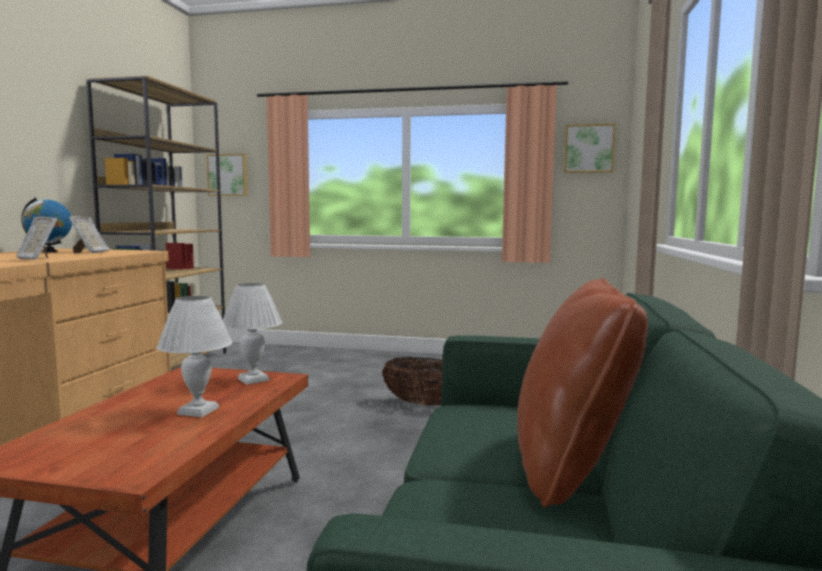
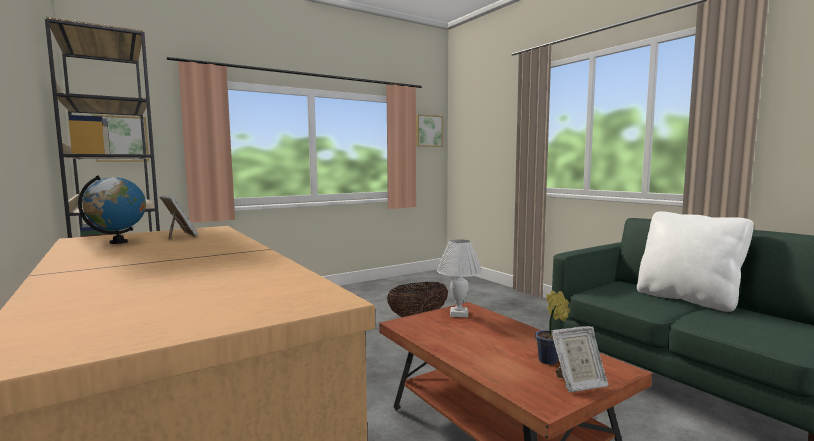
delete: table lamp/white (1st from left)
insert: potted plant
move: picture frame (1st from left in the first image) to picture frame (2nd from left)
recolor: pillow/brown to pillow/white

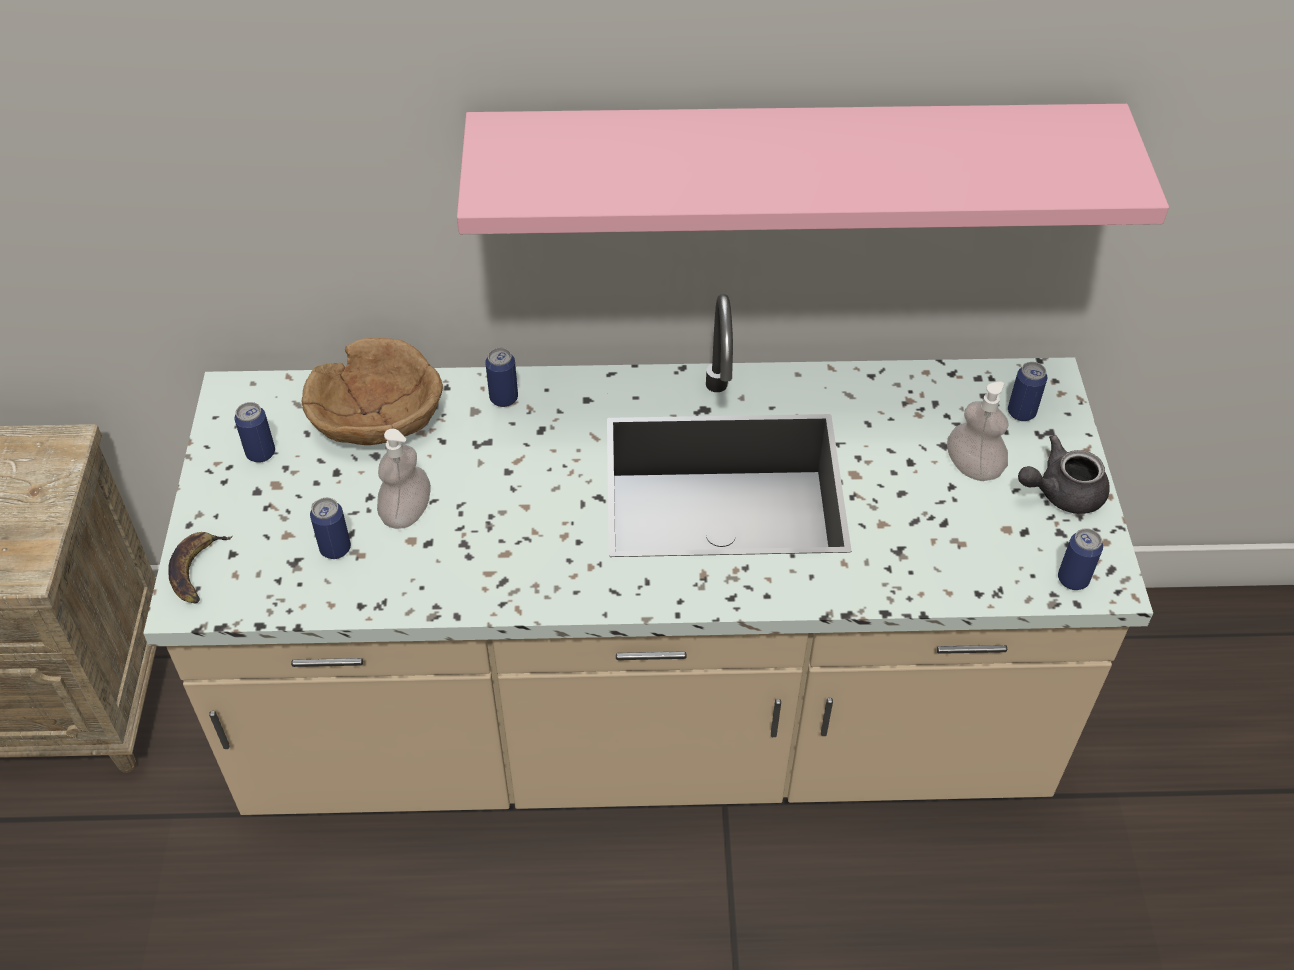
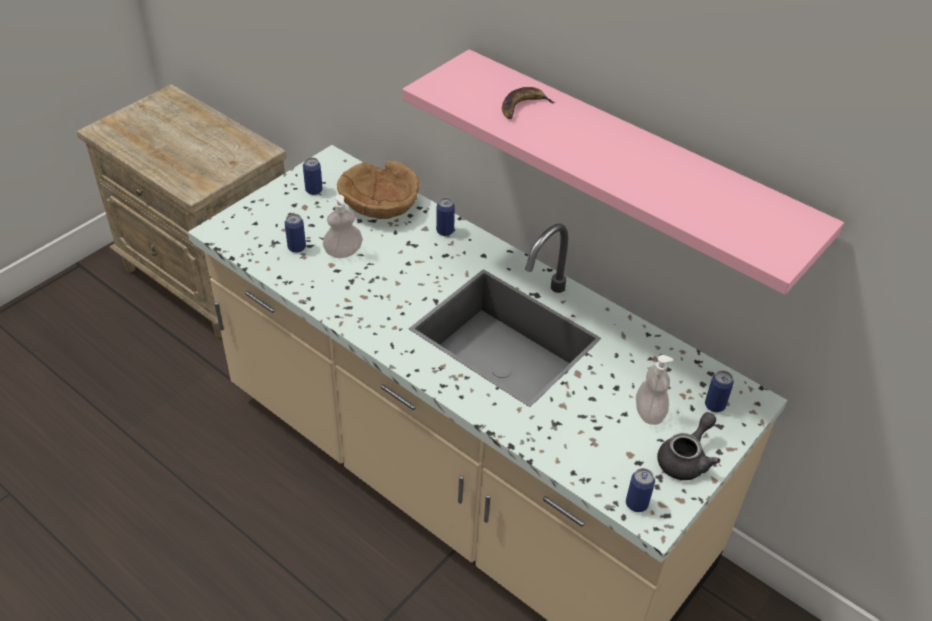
move: banana
rotate: teapot/grey 105 degrees clockwise

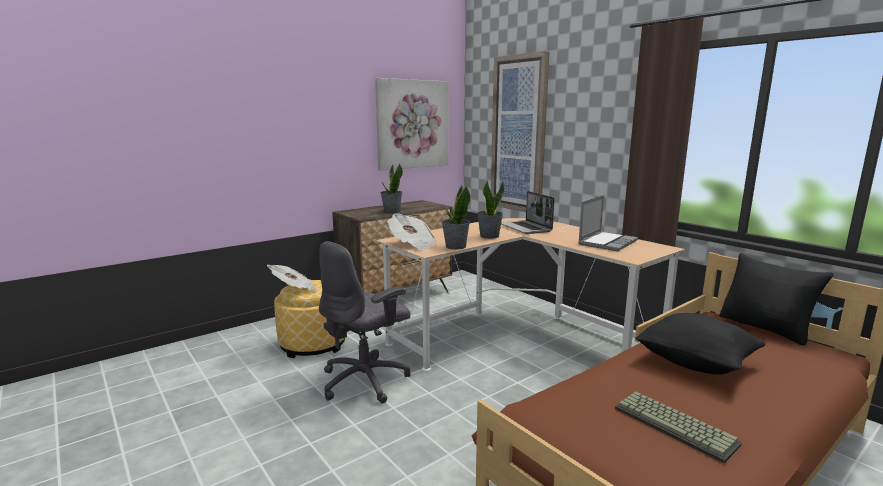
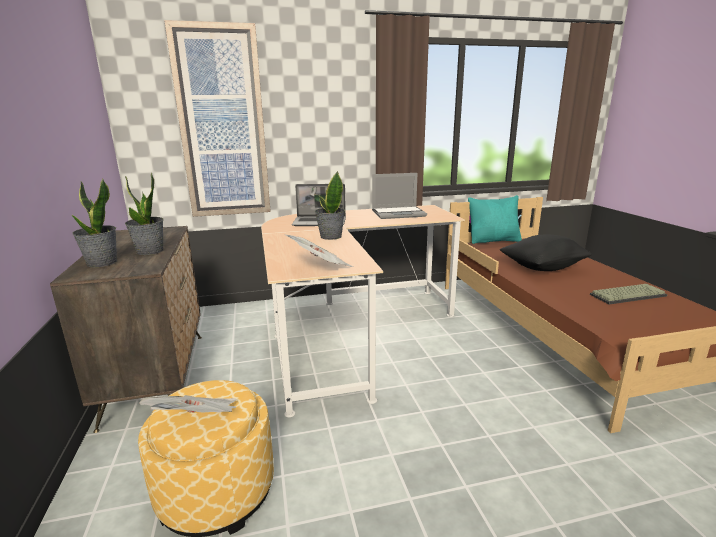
delete: office chair/grey; picture (1st from left)
move: potted plant (2nd from left in the first image) to potted plant (1st from left)
recolor: pillow/black (2nd from left) to pillow/turquoise
rotate: laptop (2nd from left) 105 degrees clockwise

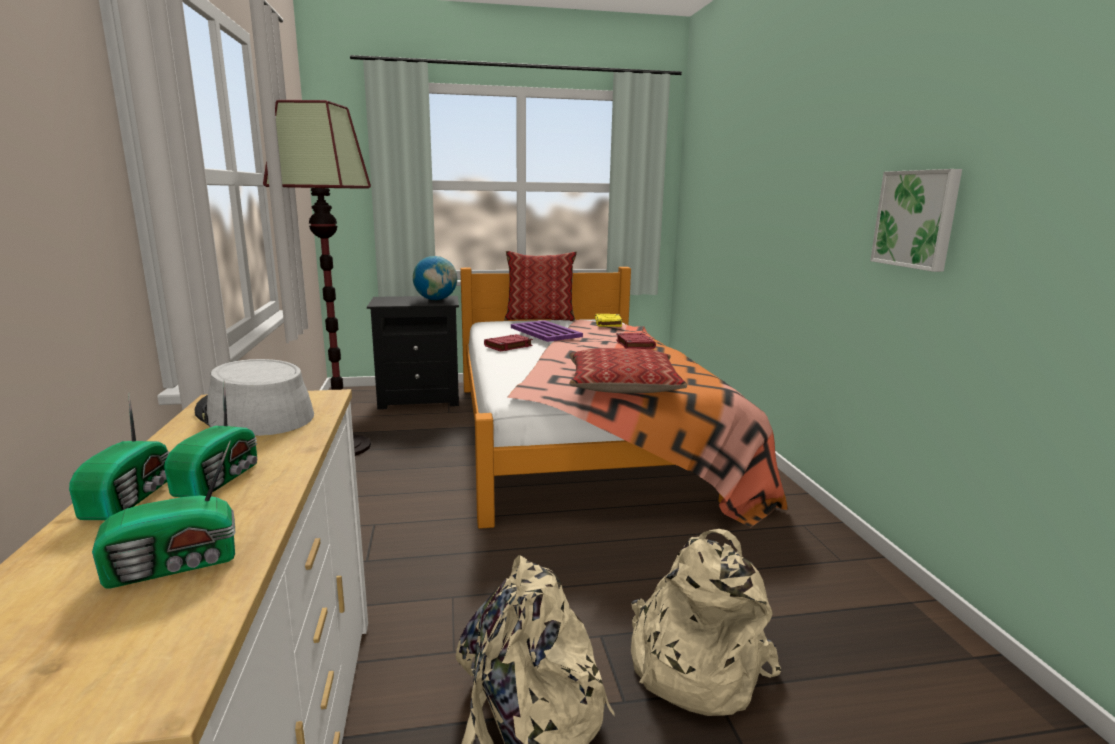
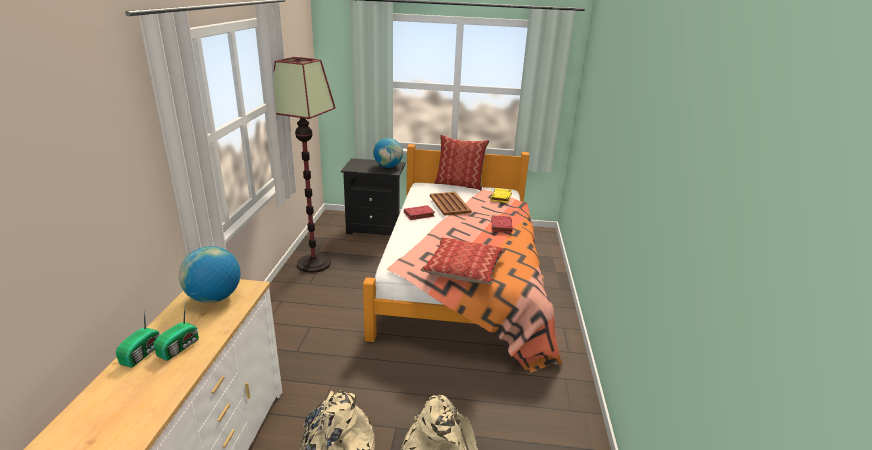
delete: radio (2nd from left); picture
replace: hat/grey to globe (1st from left)
recolor: tray/purple to tray/brown

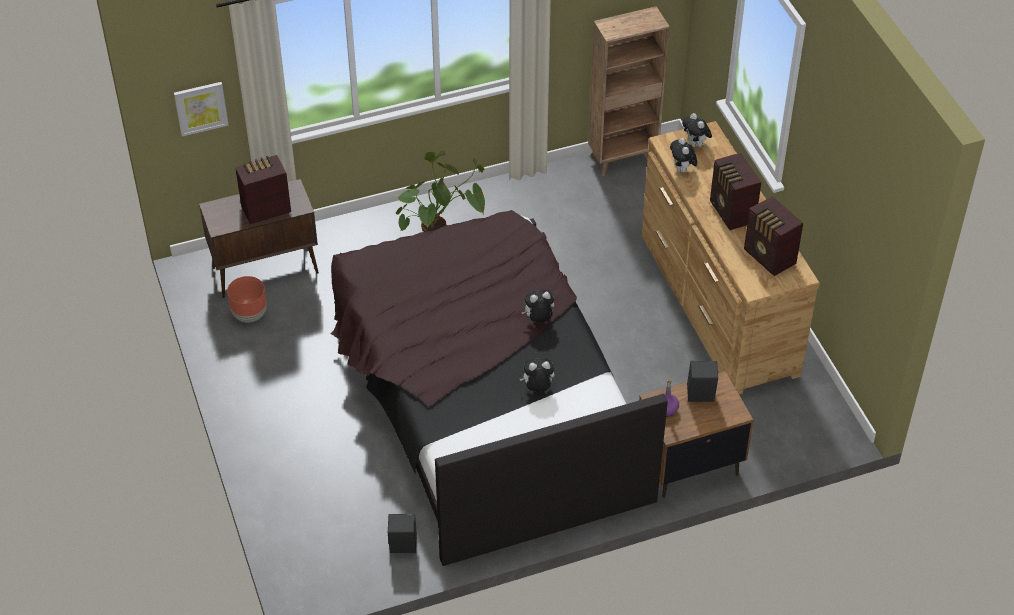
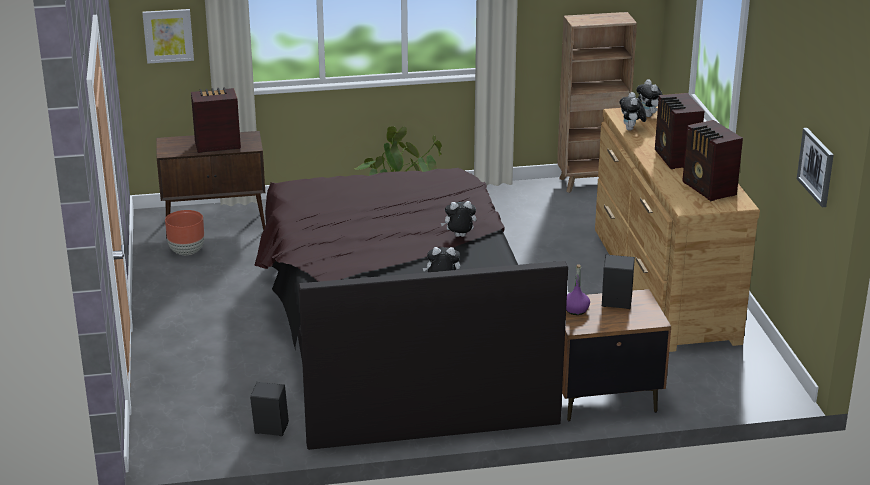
insert: picture (2nd from left)

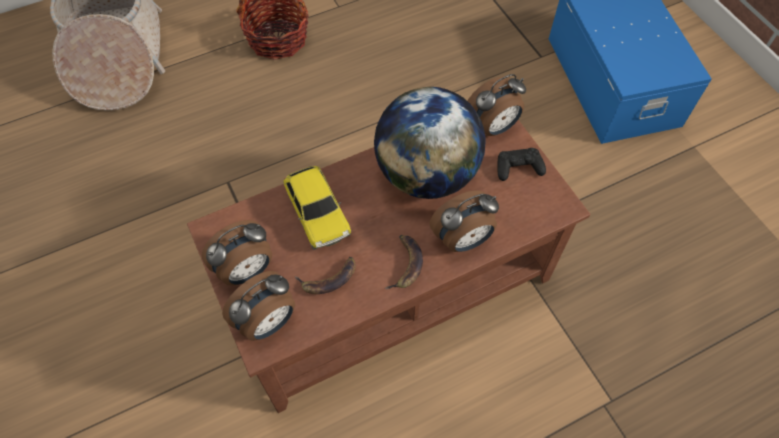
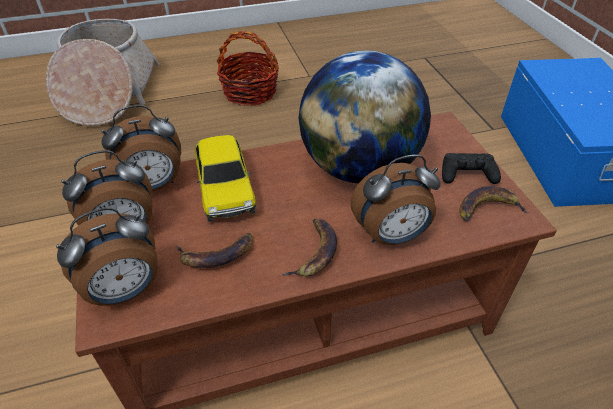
insert: banana (3rd from left)
move: alarm clock (4th from left in the first image) to alarm clock (3rd from left)

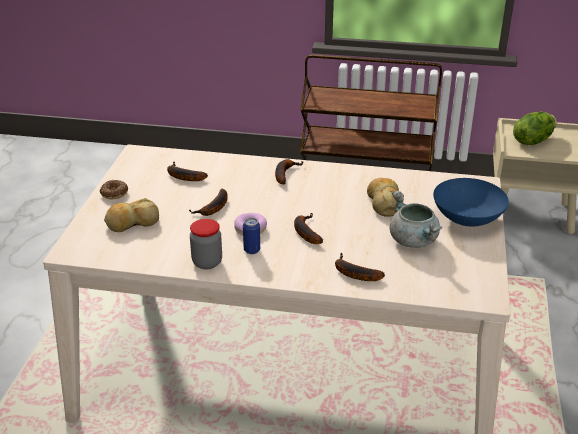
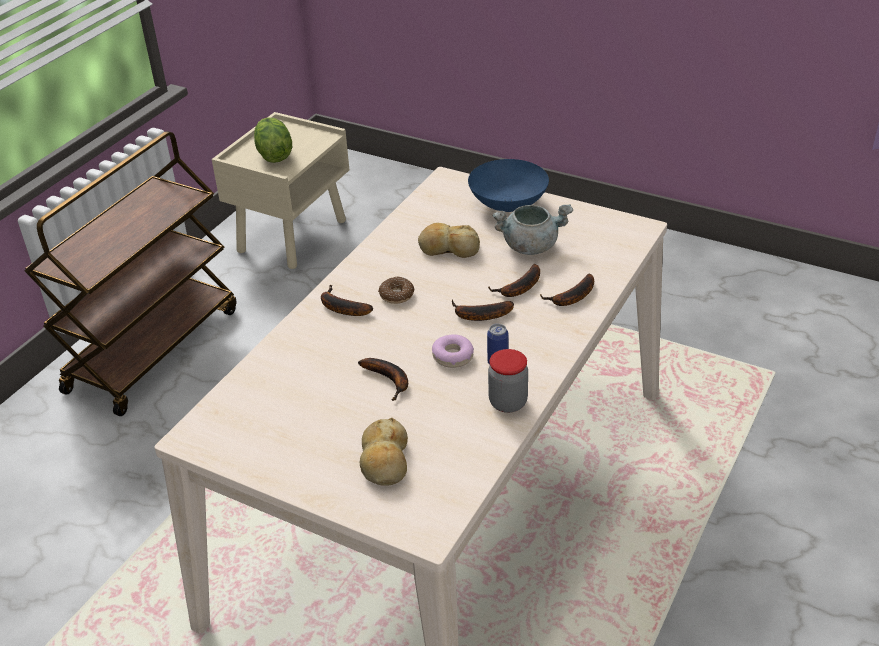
move: donut (1st from left); banana (1st from left in the first image) to banana (4th from left)

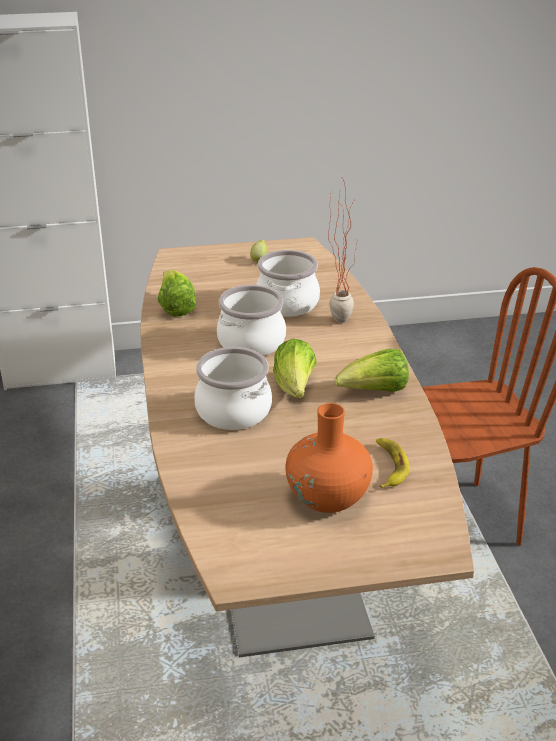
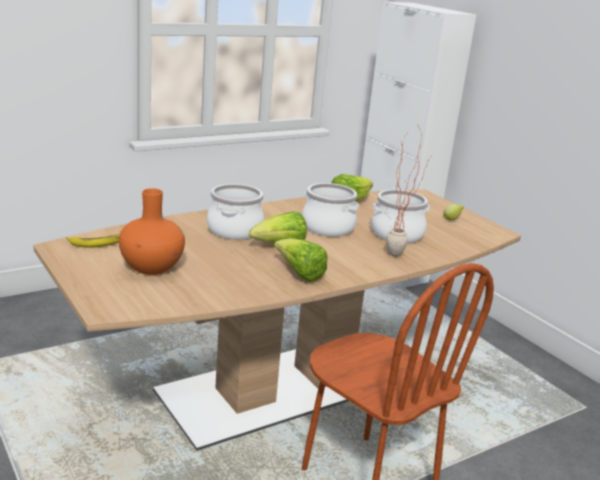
move: banana

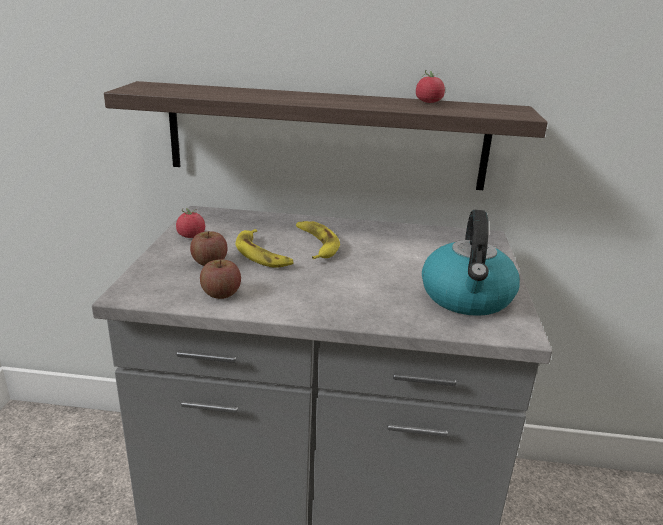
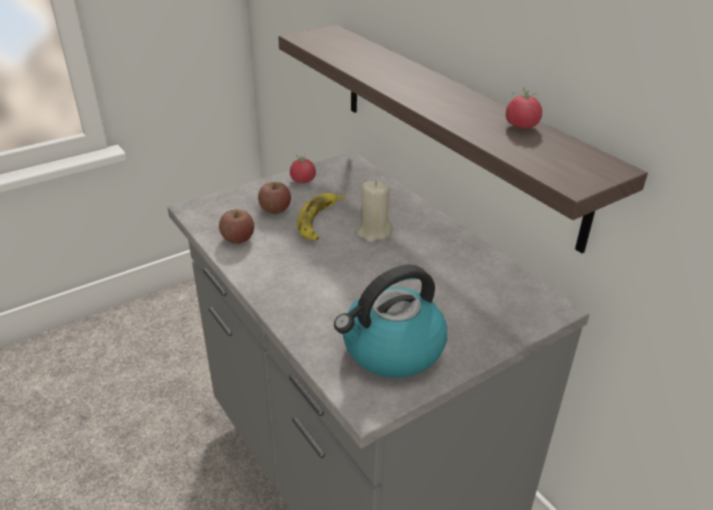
replace: banana (2nd from left) to candle/beige

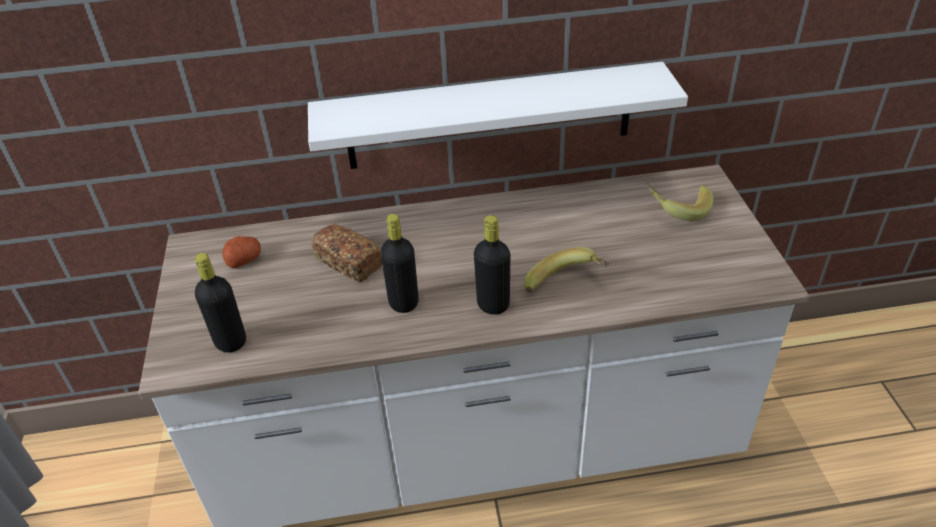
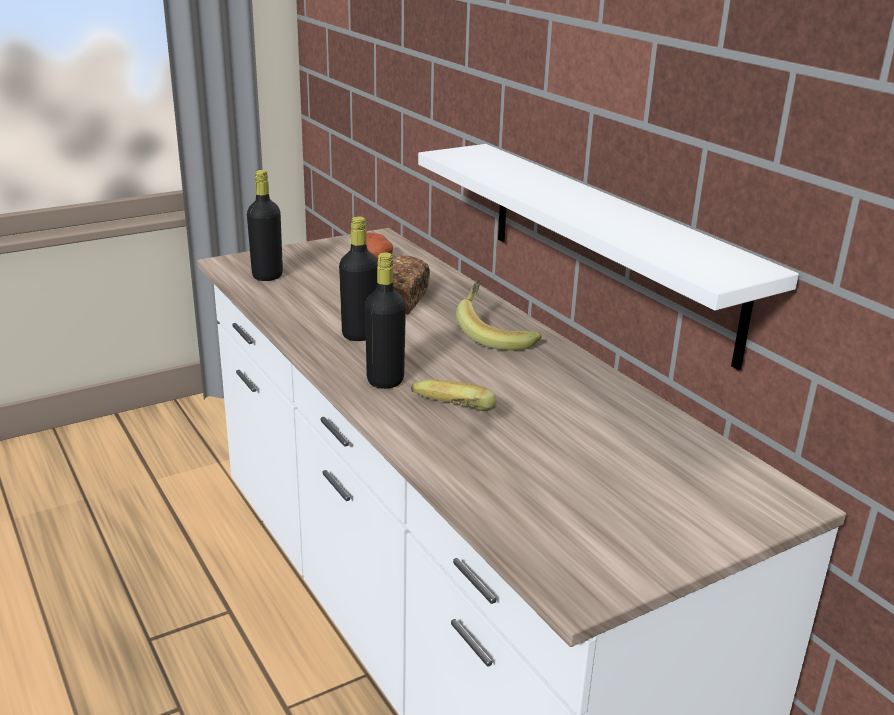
move: banana (2nd from left)

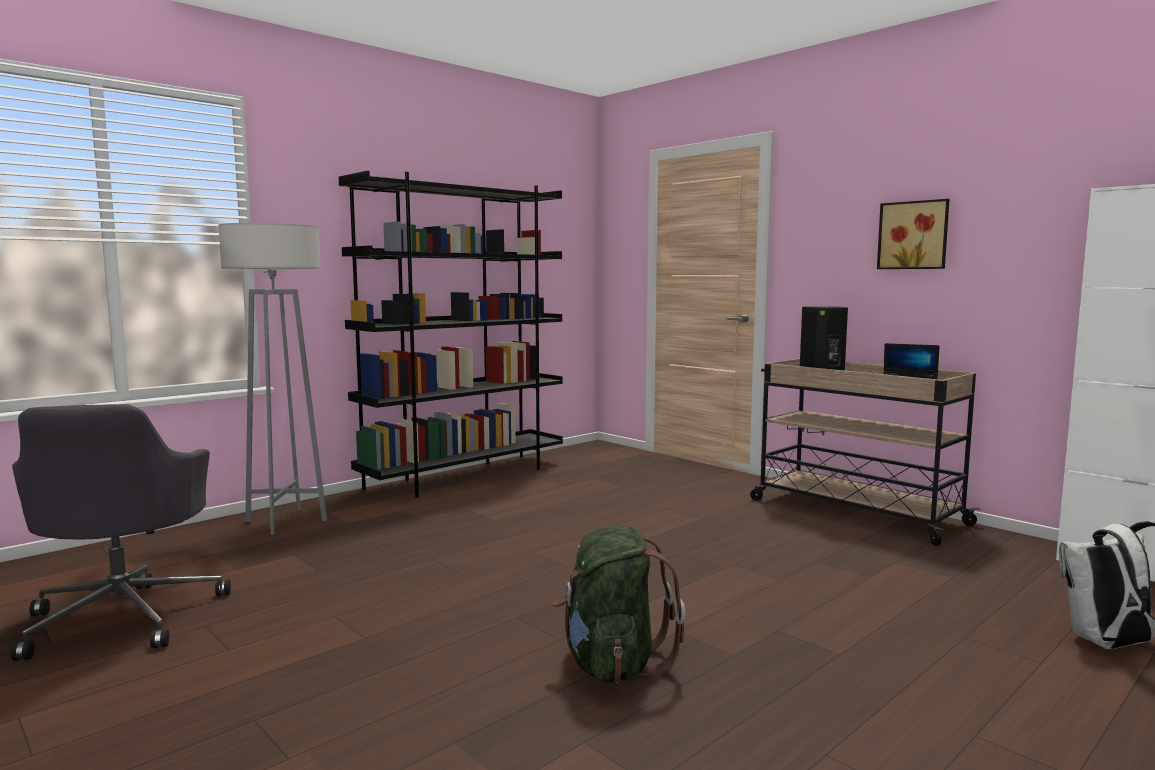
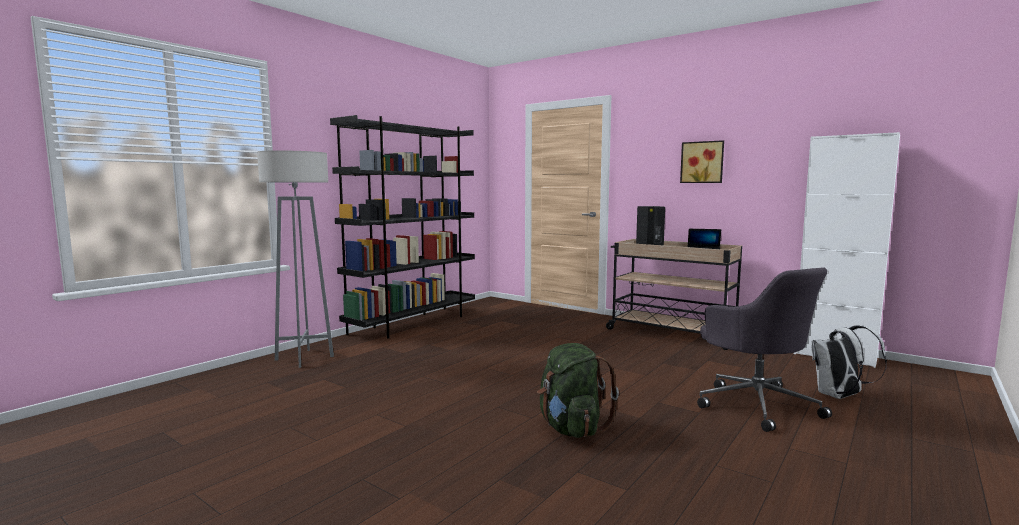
move: office chair/grey

